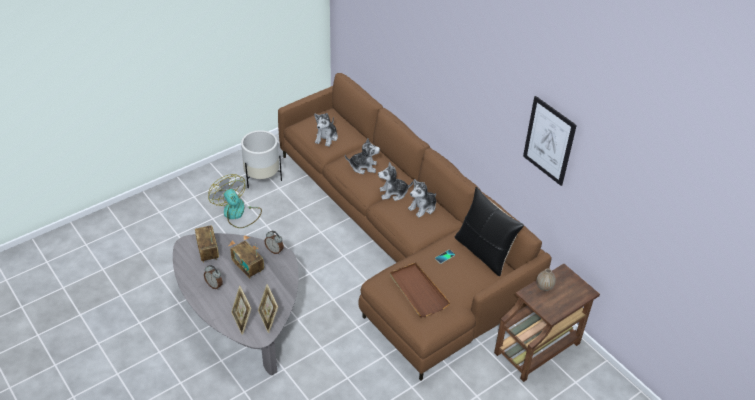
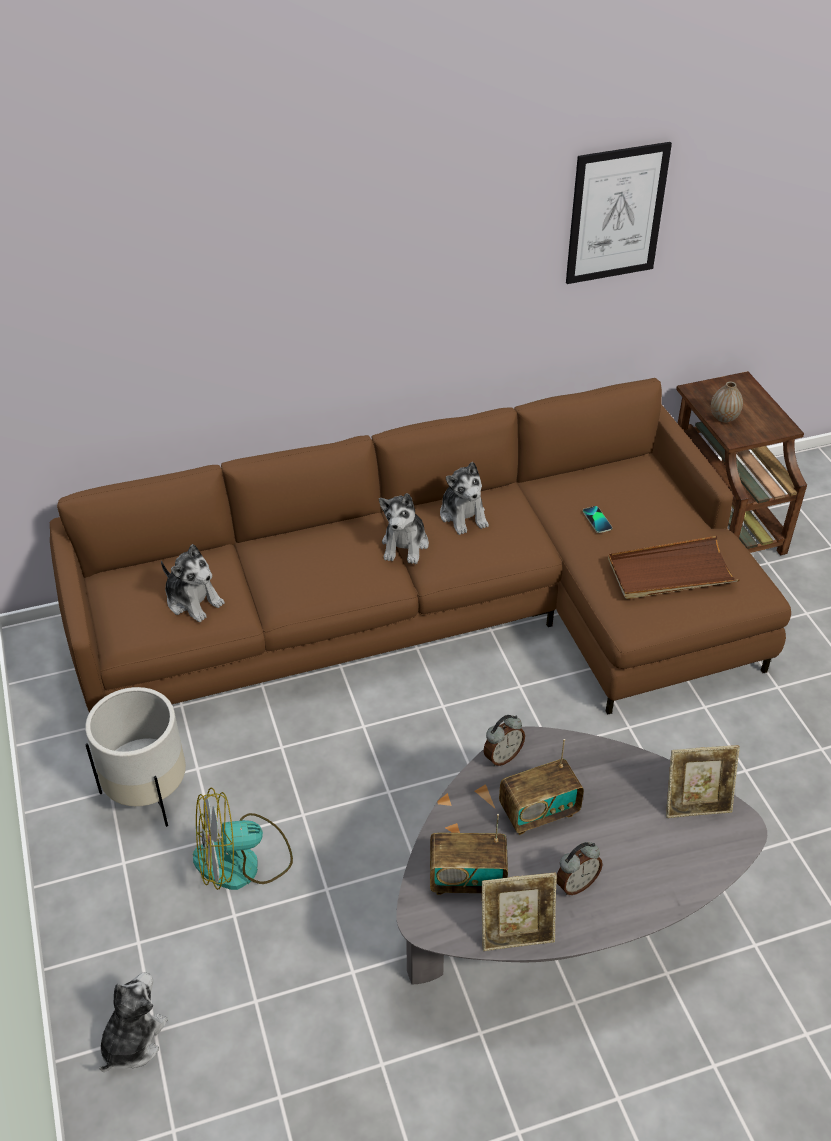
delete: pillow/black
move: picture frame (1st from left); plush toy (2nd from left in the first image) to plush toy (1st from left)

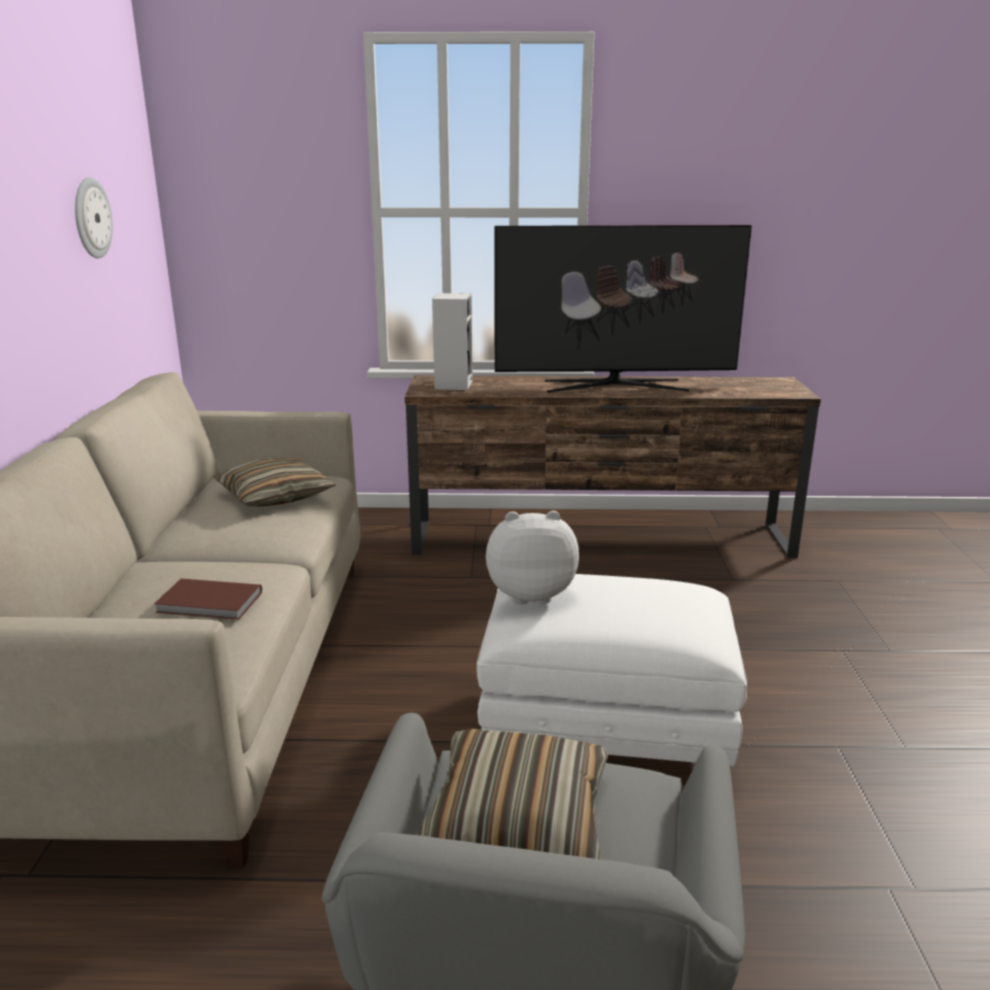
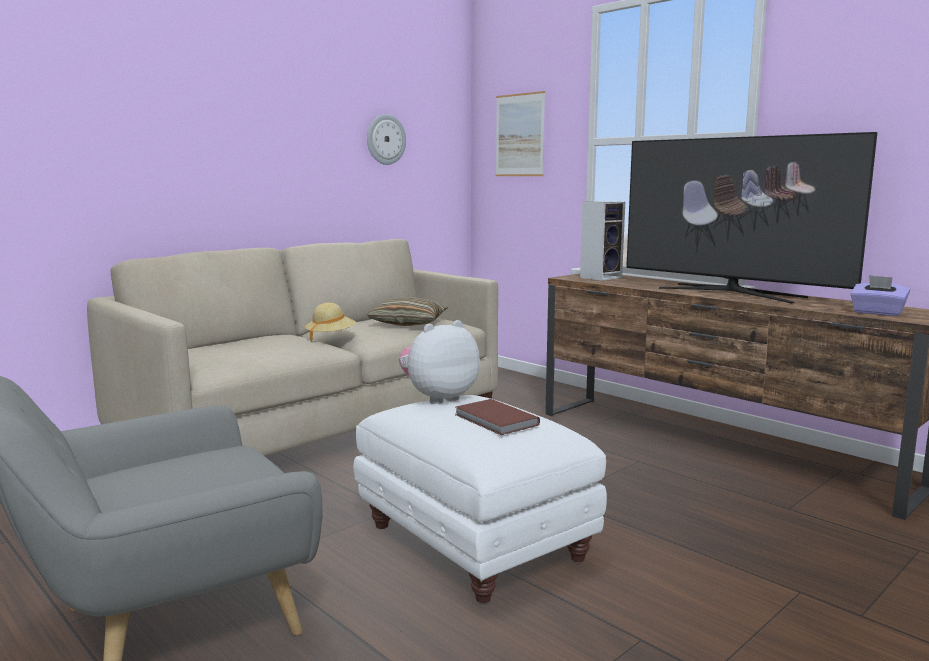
delete: pillow (2nd from left)
insert: hat/beige; picture; tissue box/purple
move: book/brown
rotate: plush toy 75 degrees counterclockwise

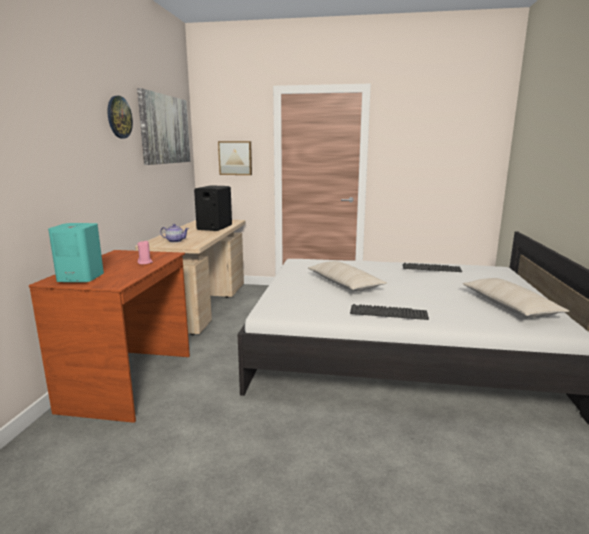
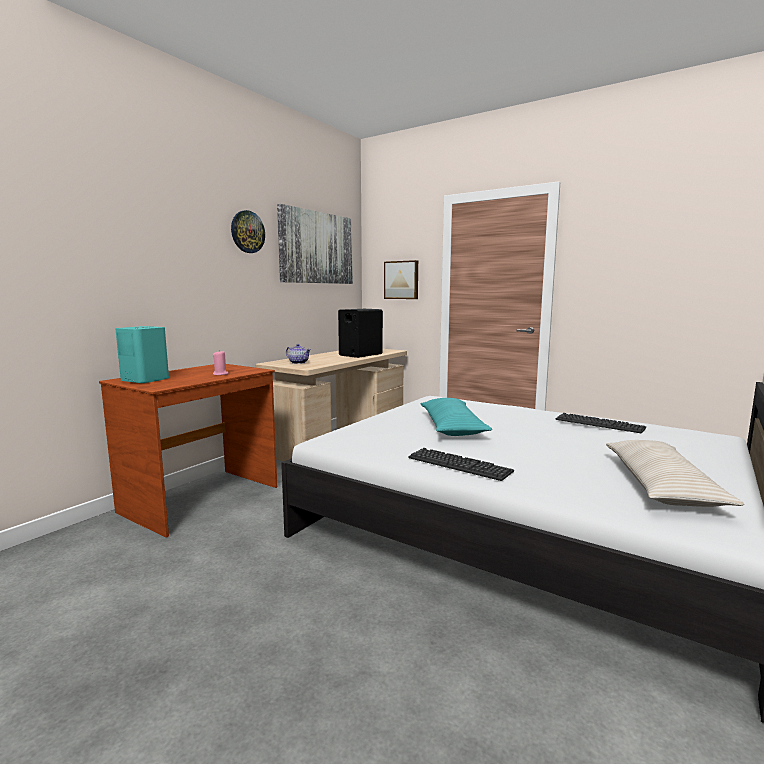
recolor: pillow/beige (1st from left) to pillow/turquoise

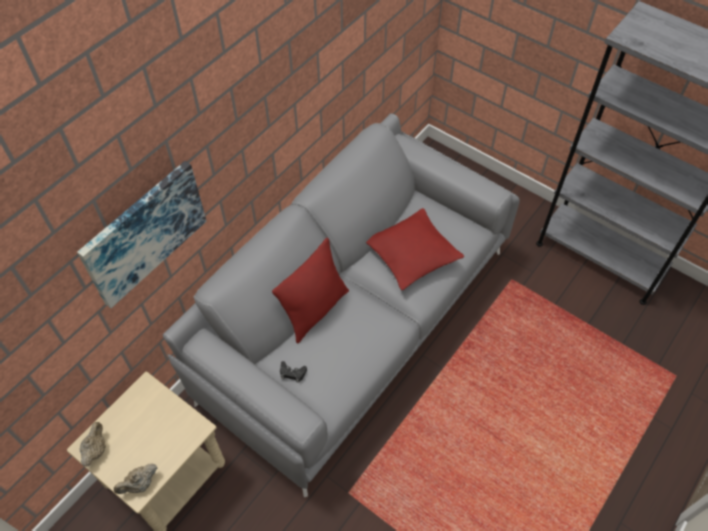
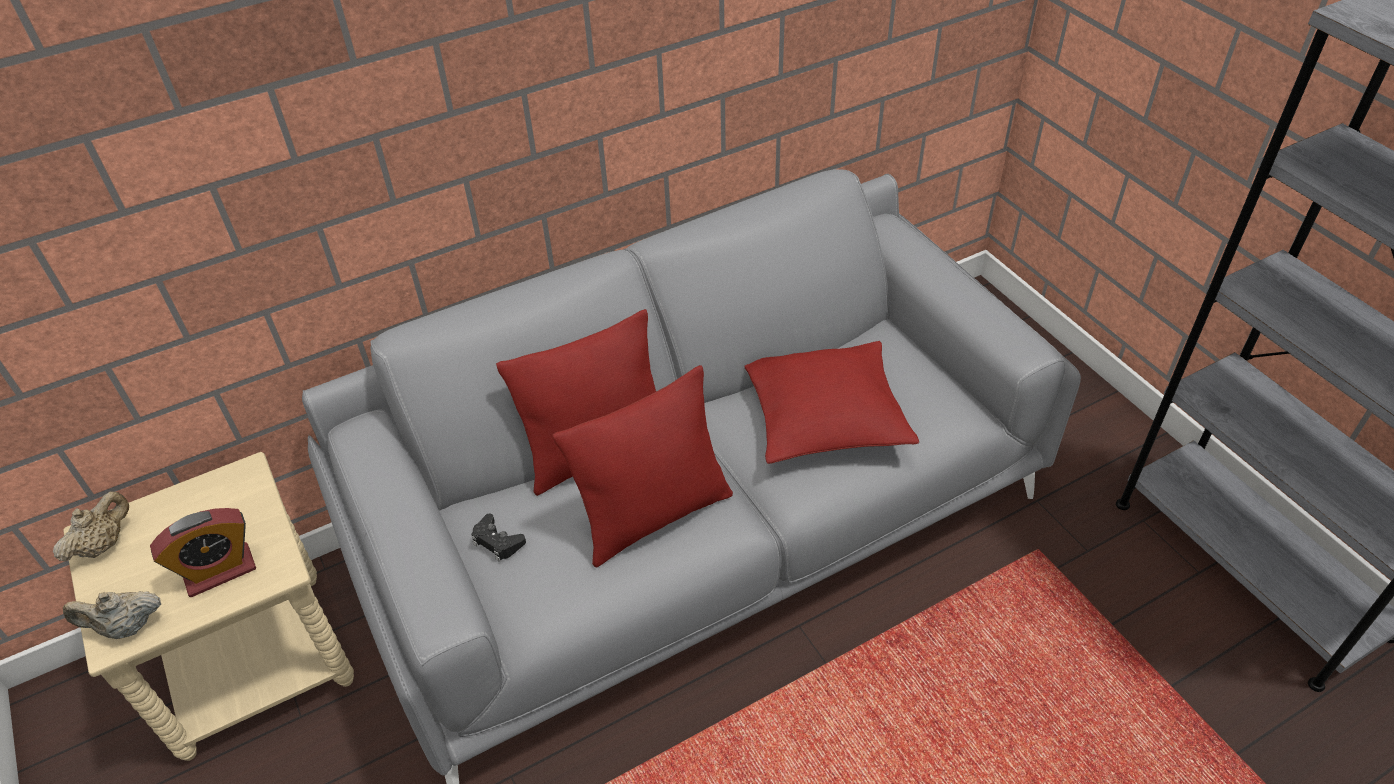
delete: picture
insert: alarm clock; pillow/red (2nd from left)

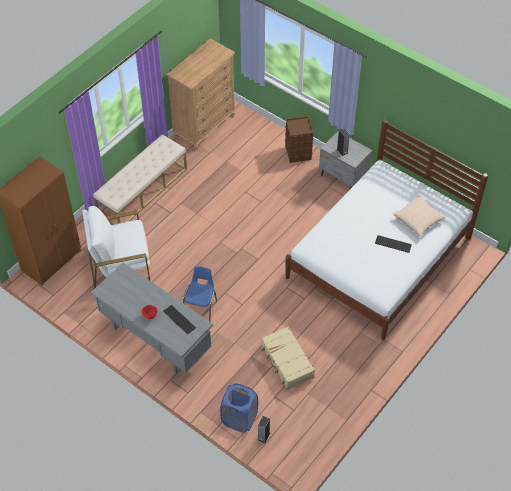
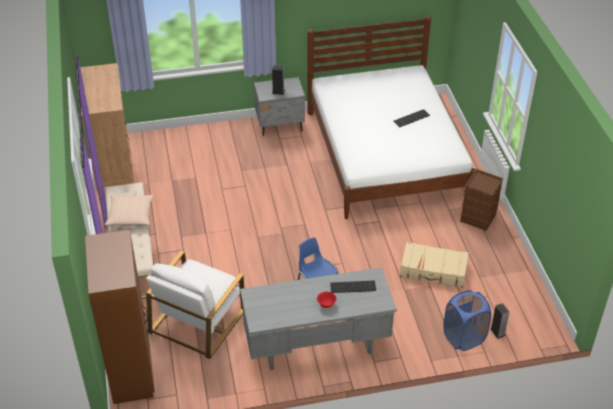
move: storage box/brown; pillow/beige

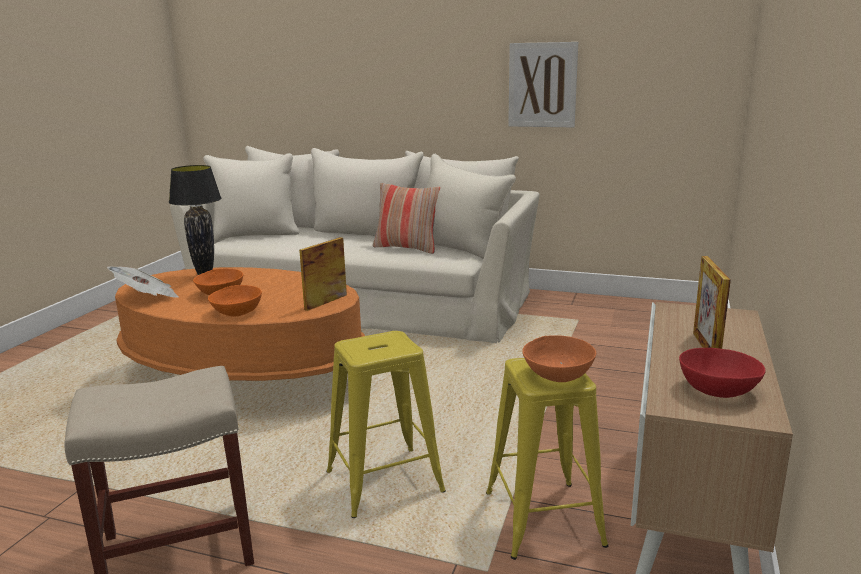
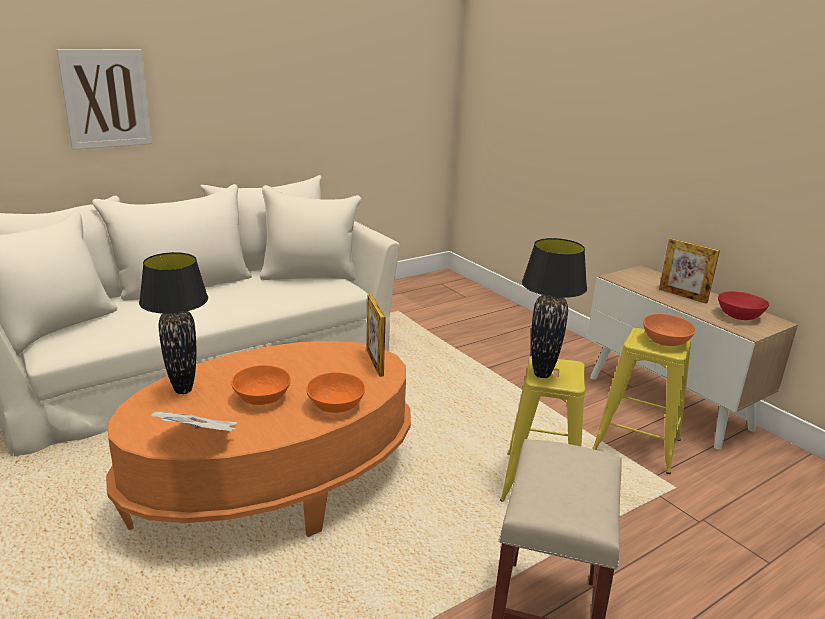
delete: pillow
insert: table lamp/black (2nd from left)
move: picture

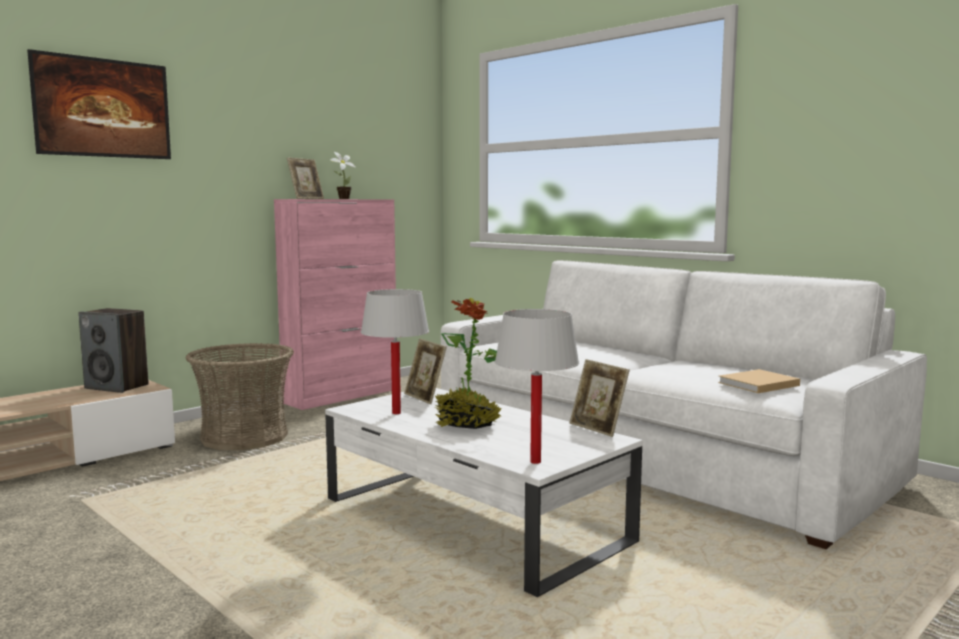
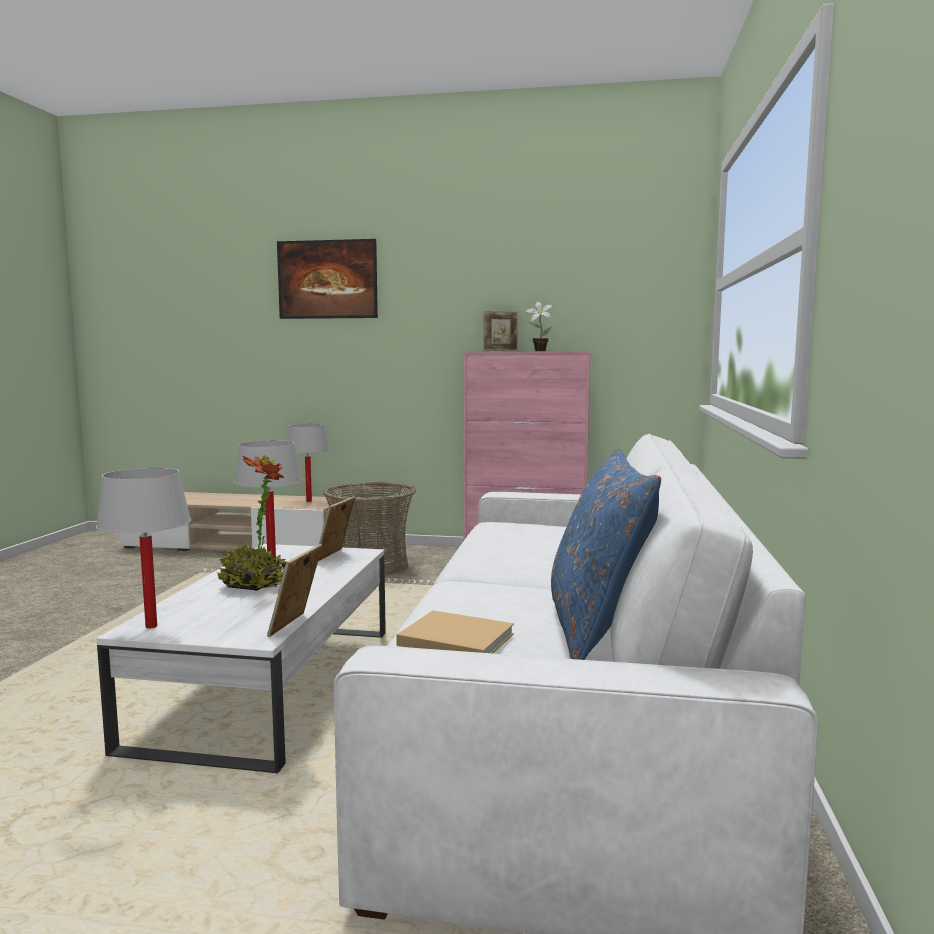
insert: pillow/blue
replace: speaker to table lamp/white (3rd from left)

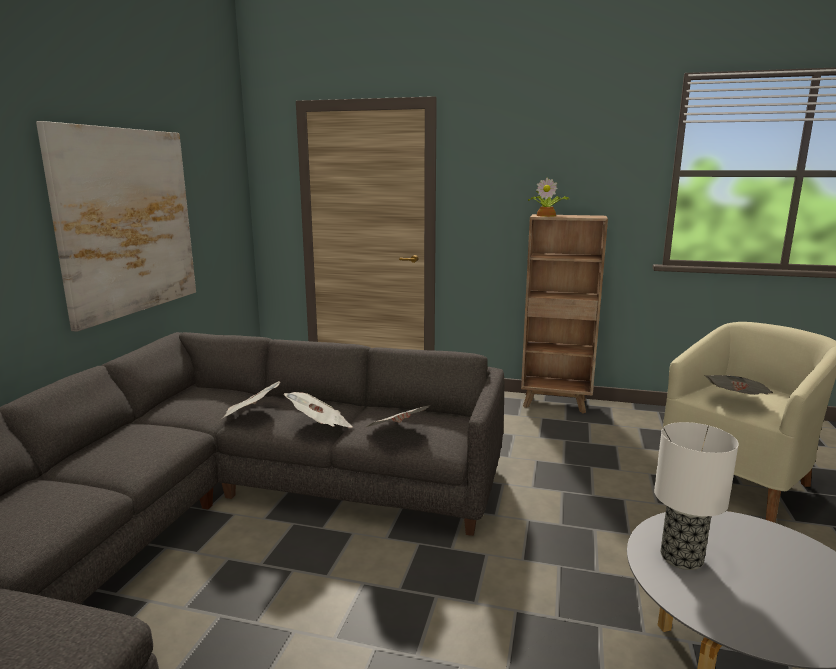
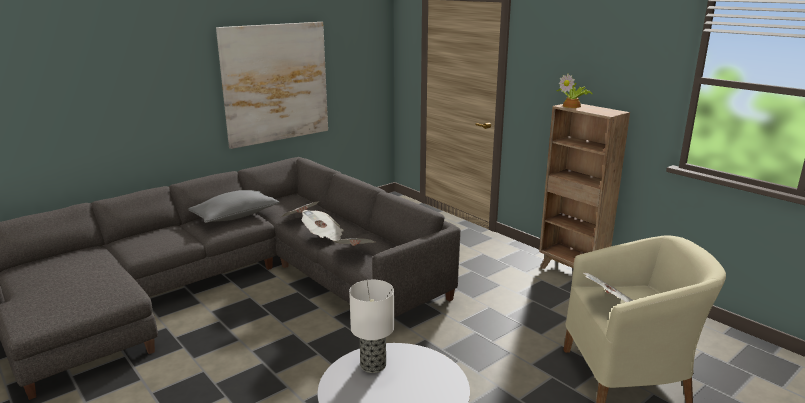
insert: pillow/grey

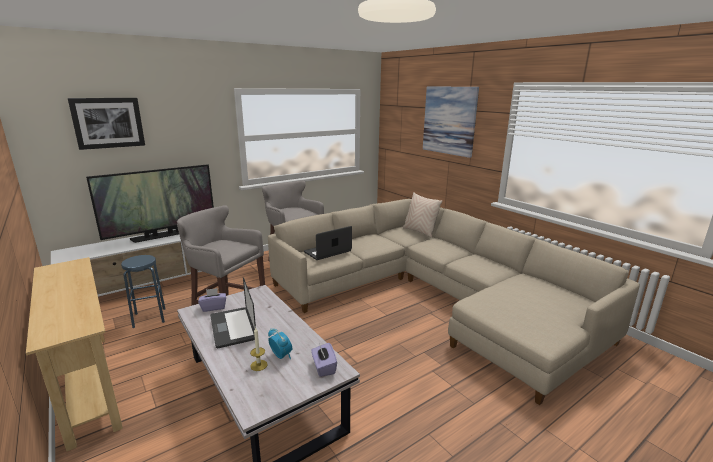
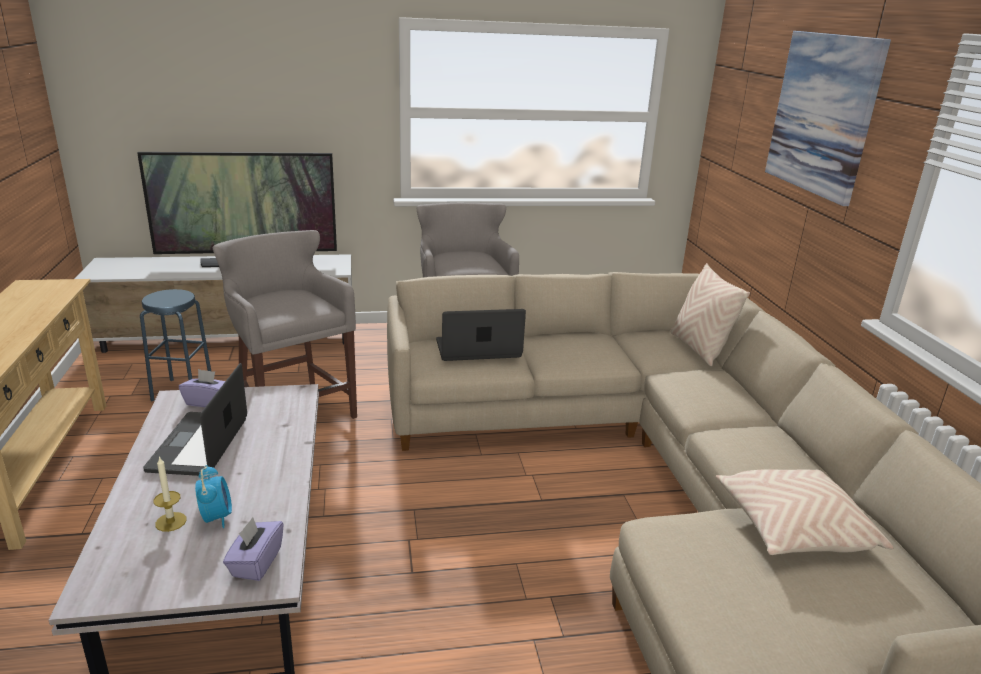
delete: picture (1st from left)
insert: pillow/beige (2nd from left)

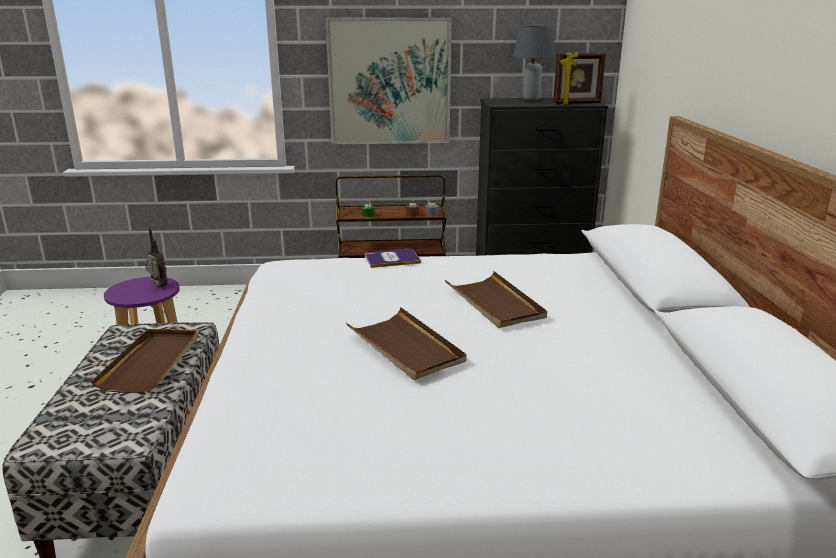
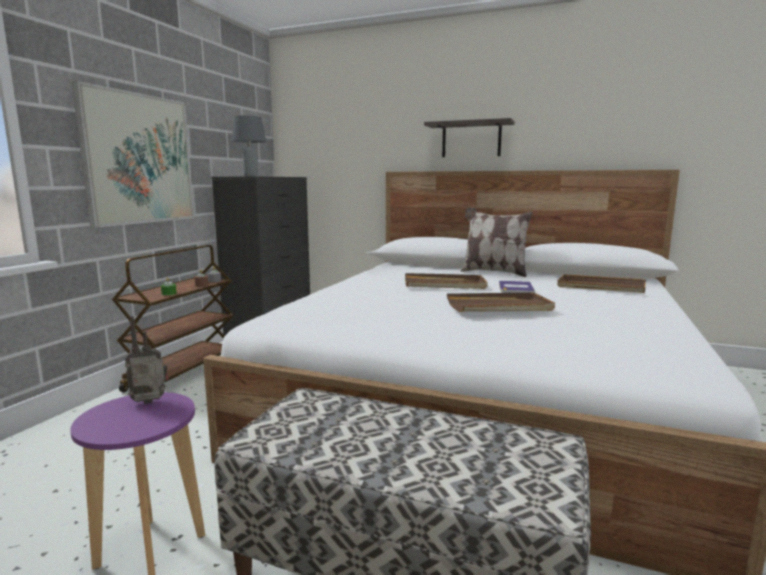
delete: picture frame
insert: shelf; pillow
move: tray/brown (1st from left in the first image) to tray/brown (3rd from left); book

